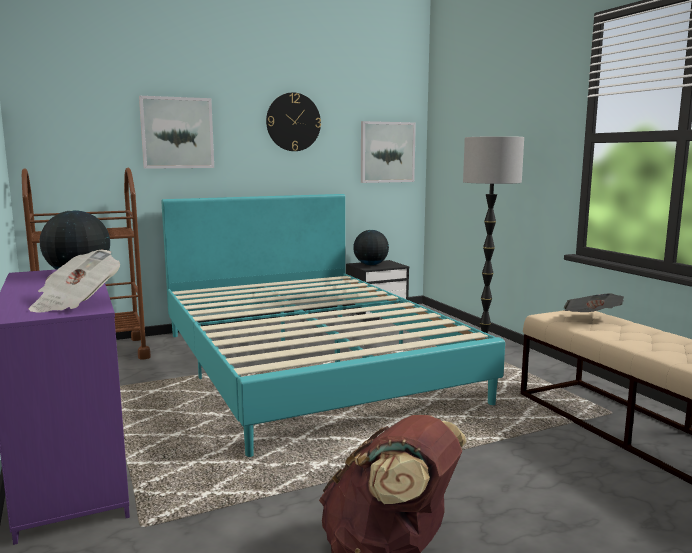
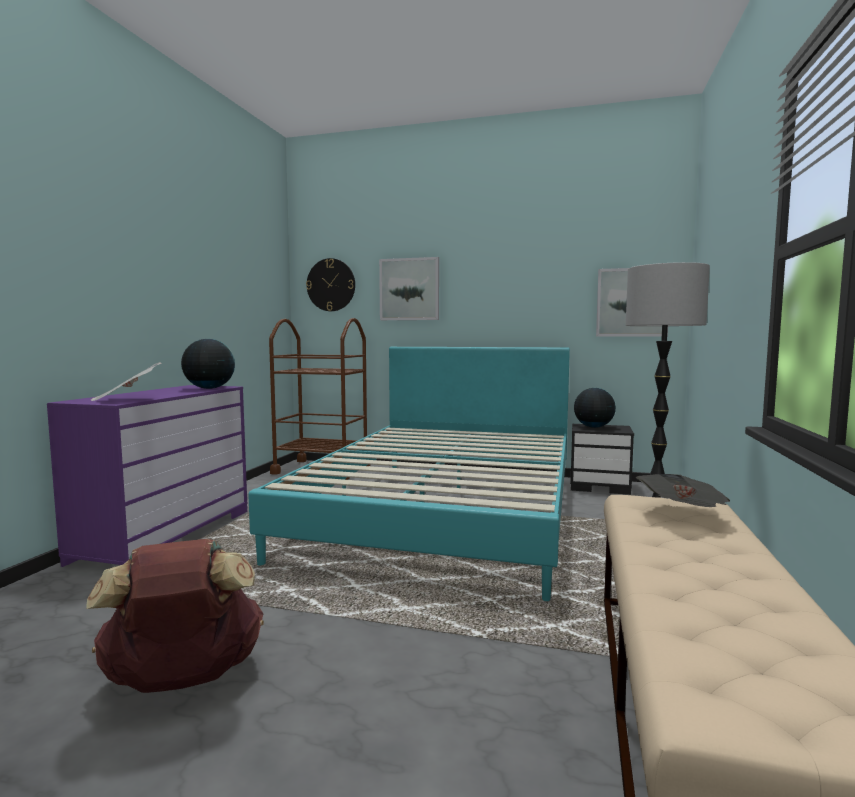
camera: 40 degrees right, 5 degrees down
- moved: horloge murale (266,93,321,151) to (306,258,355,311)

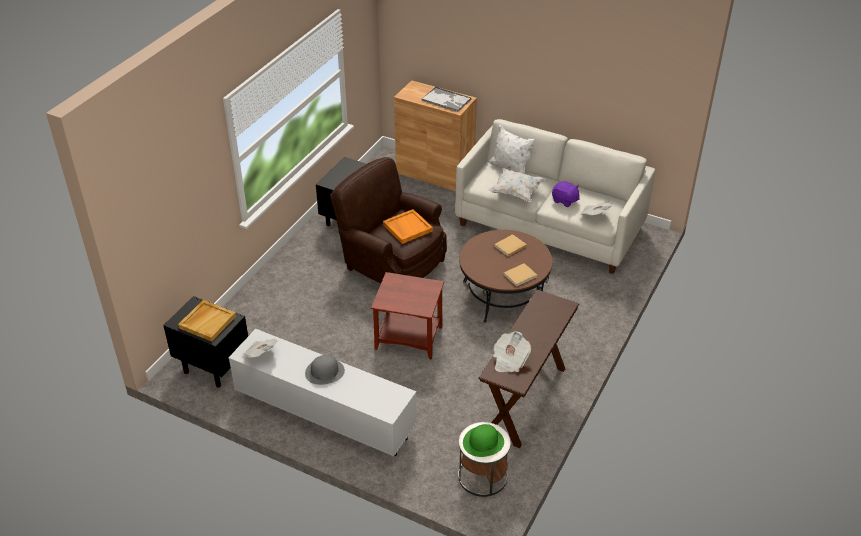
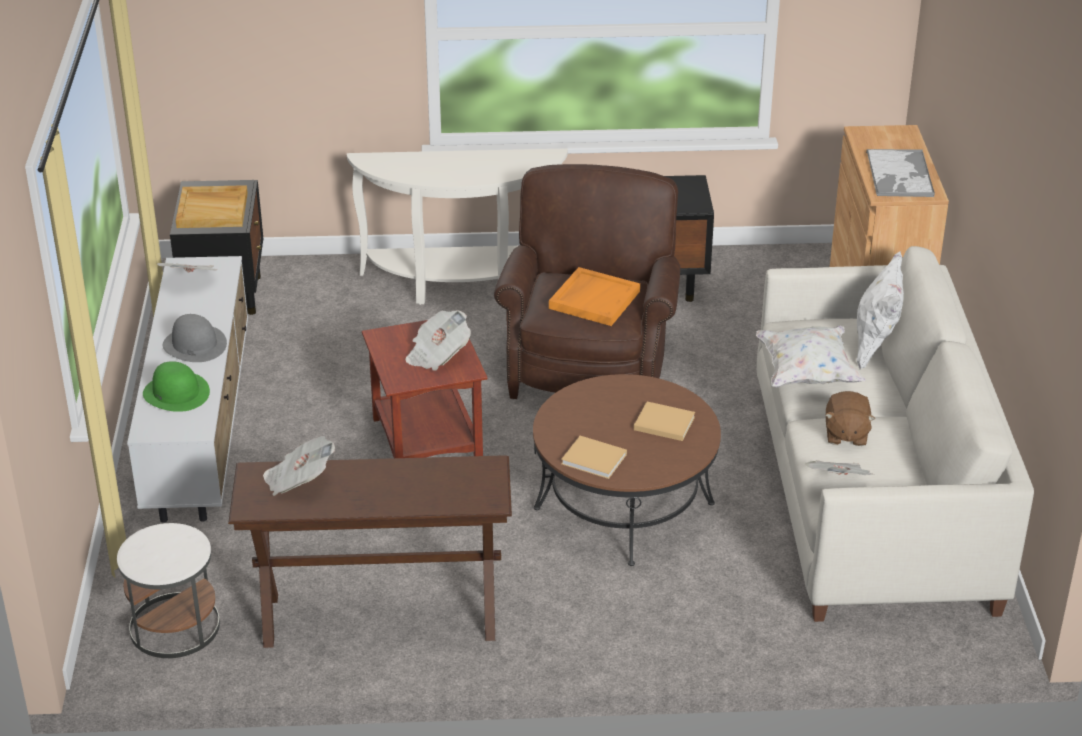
camera: 60 degrees right, 5 degrees down
- moved: chapeau (vert) (463,424,504,457) to (143,361,210,412)
- recoloured: peluche (violet) (552,181,580,207) to peluche (marron) (825,391,875,446)
- added: table console (blanc) (347,148,568,305)
- added: journal (405,310,471,371)

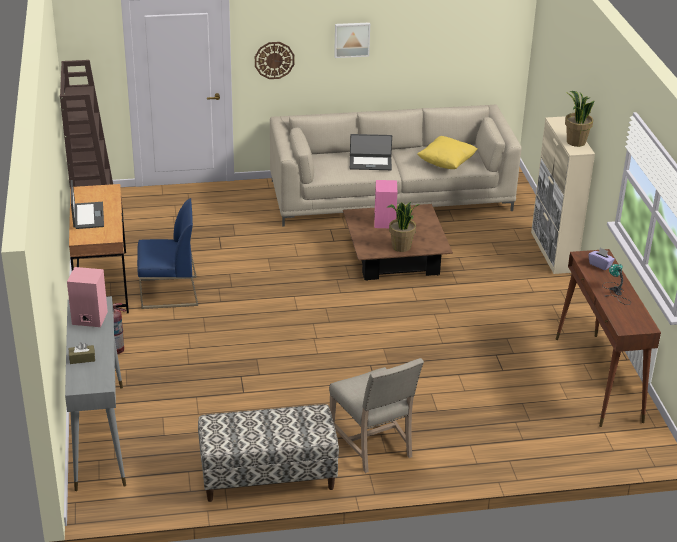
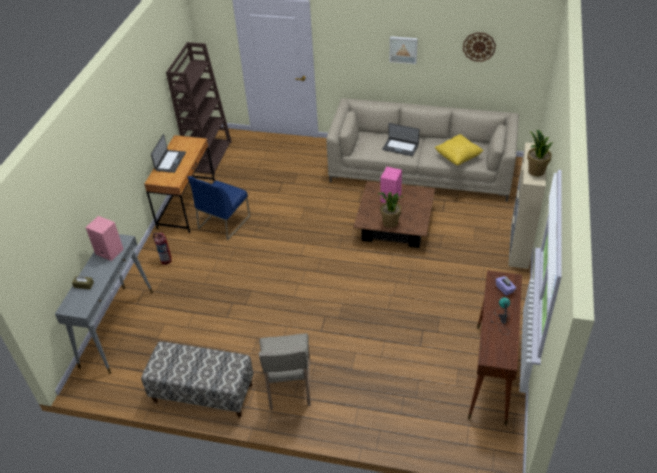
camera: 25 degrees right, 10 degrees up
- turned: chaise (bleu) (137,198,198,309) = (188,176,250,240) 105 degrees clockwise
- moved: horloge murale (255,42,294,79) to (463,32,496,62)

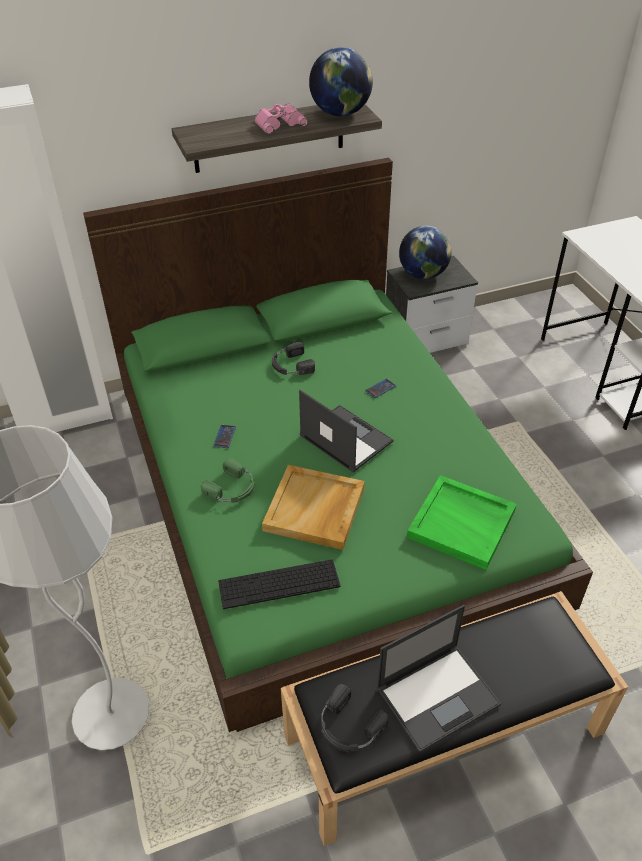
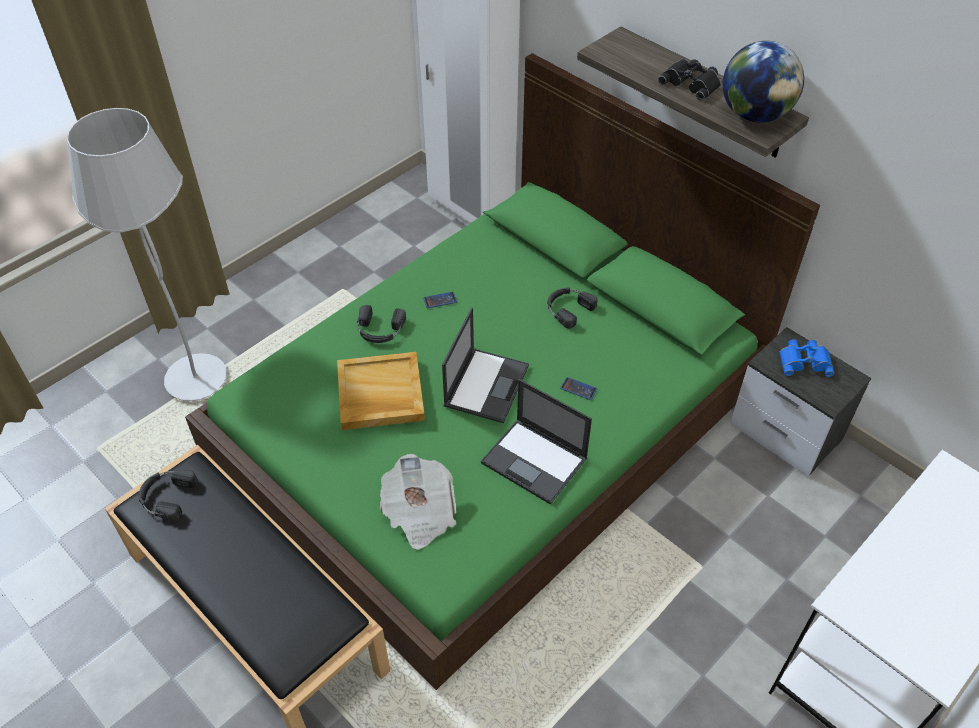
camera: 65 degrees right, 5 degrees up
- recoloured: casque audio (vert) (201,458,255,503) to casque audio (noir) (357,305,406,343)
- removed: clavier (218,559,341,609)
- recoloured: jumelles (rose) (254,104,308,134) to jumelles (noir) (658,59,721,101)
- moved: ordinateur portable (376,605,501,753) to (481,379,592,505)
- replaced: globe (399,226,452,279) to jumelles (bleu) (779,339,834,377)
- replaced: plateau (vert) (407,475,516,570) to journal (380,454,456,550)

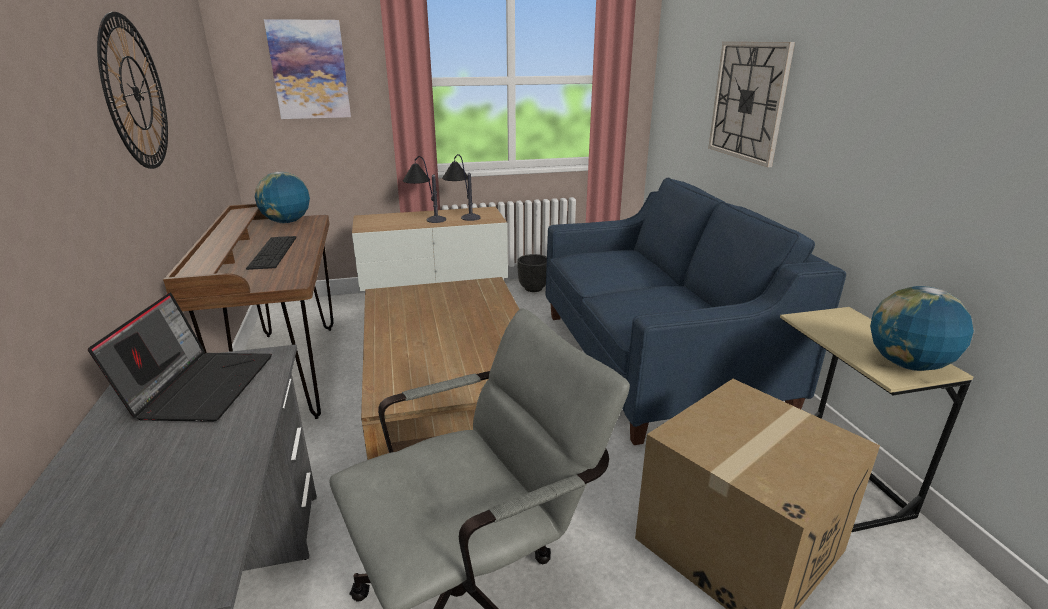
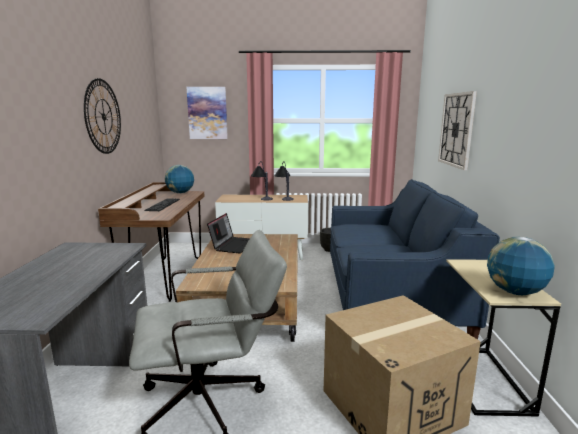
camera: 15 degrees right, 10 degrees down
- moved: ordinateur portable (88,293,272,422) to (207,213,250,254)

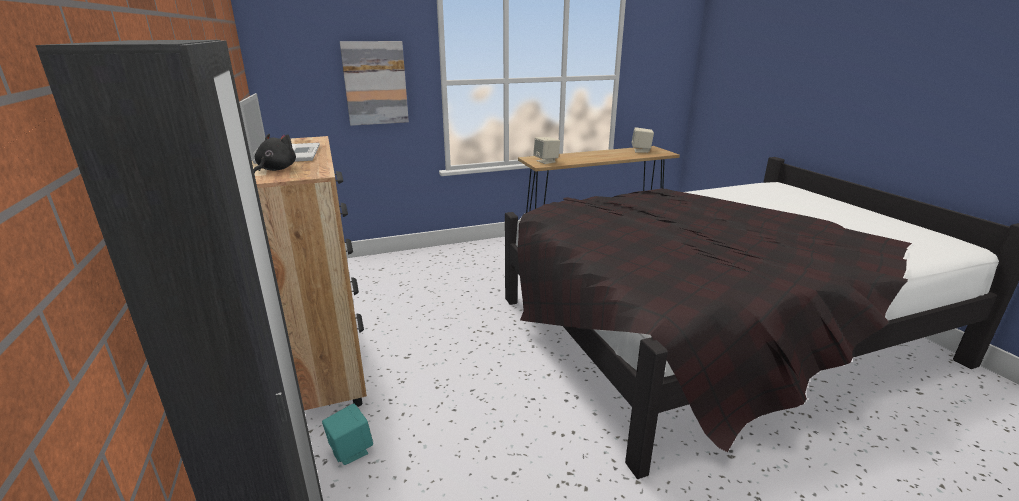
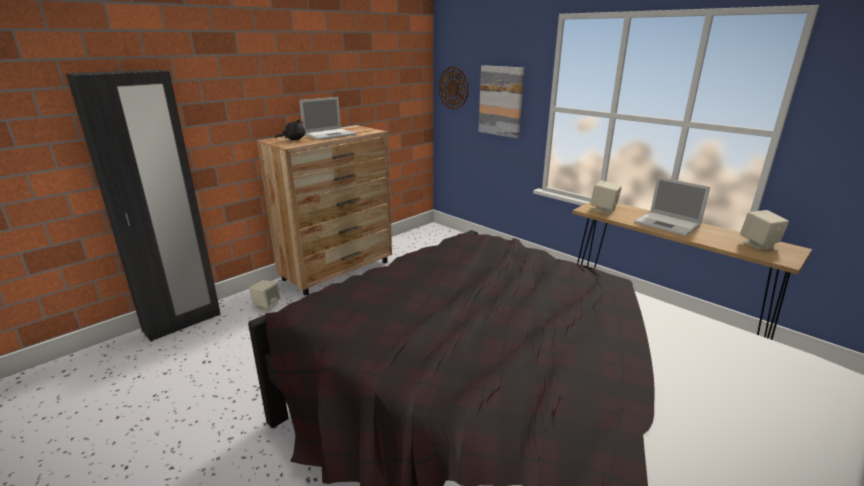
camera: 65 degrees right, 0 degrees up
- recoloured: enceinte (turquoise) (322,404,373,465) to enceinte (beige) (249,280,281,311)
- added: horloge murale (439,67,469,109)
- added: ordinateur portable (634,177,710,236)

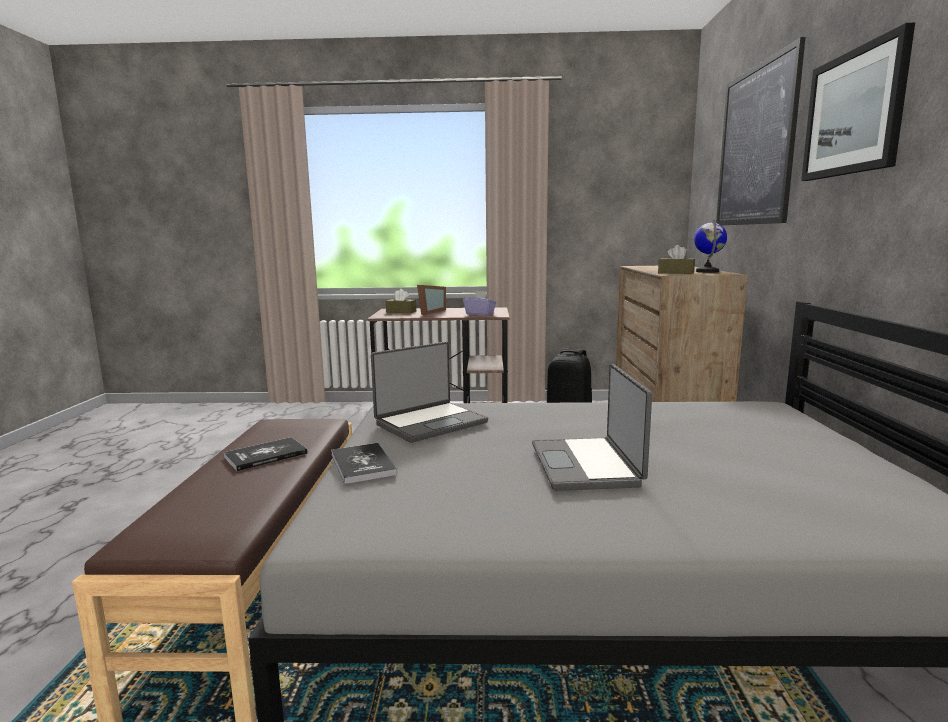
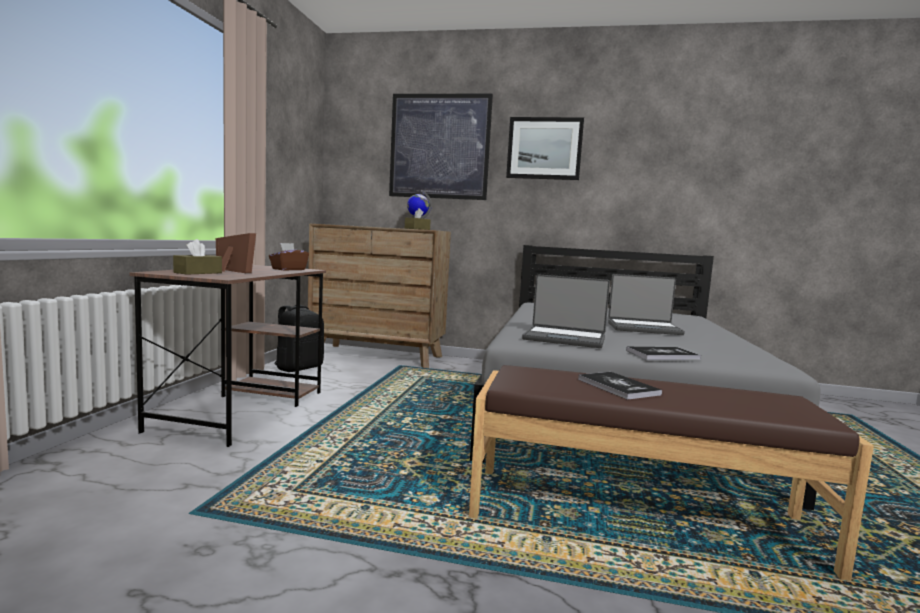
camera: 80 degrees left, 5 degrees down
- turned: ordinateur portable (371,342,488,443) = (522,274,610,348) 135 degrees clockwise
- recoloured: boîte à mouchoirs (violet) (463,291,496,315) to boîte à mouchoirs (marron) (269,243,309,271)

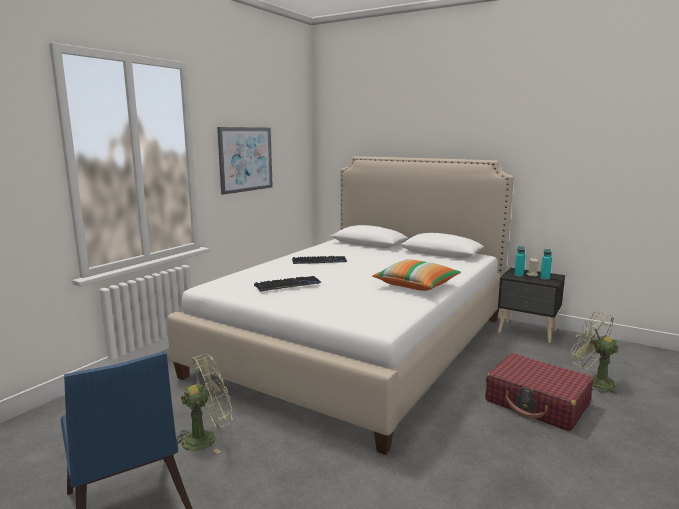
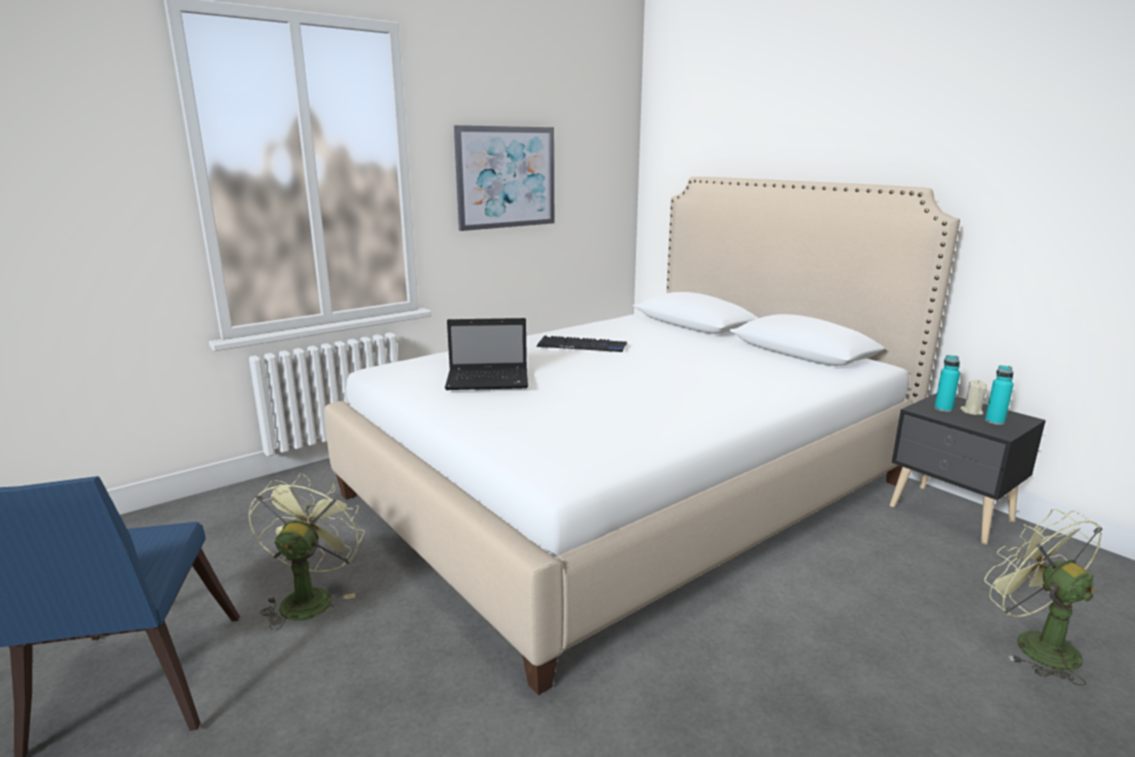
camera: 20 degrees right, 5 degrees up
- turned: ventilateur (vert) (176,354,233,454) = (248,473,365,630) 75 degrees counterclockwise
- replaced: clavier (254,276,321,292) to ordinateur portable (445,318,528,390)
- removed: coussin (372,259,461,291)
- removed: valise (rouge) (485,353,594,431)

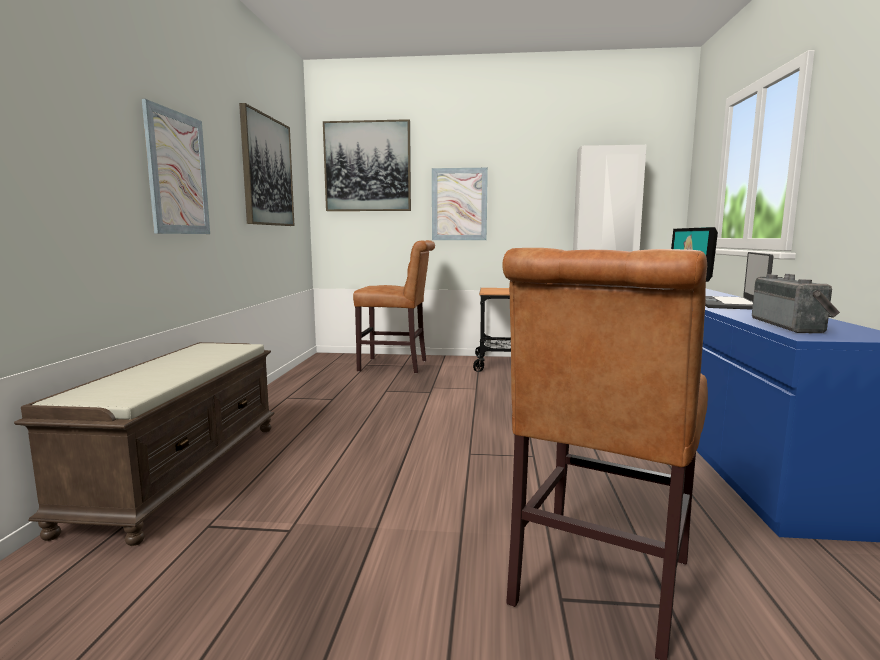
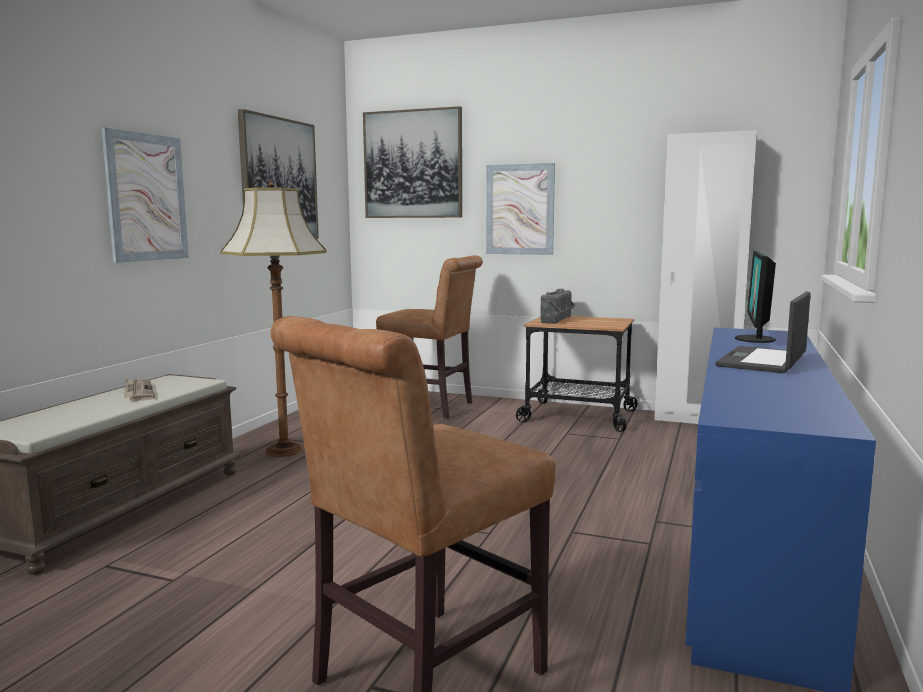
camera: 15 degrees right, 0 degrees up
- moved: radio (752,274,840,333) to (540,289,576,324)
- added: journal (124,379,155,401)
- added: lampadaire (220,179,327,457)

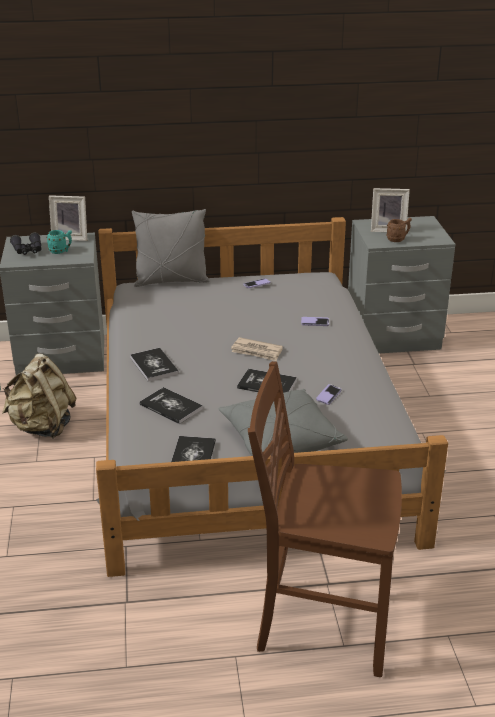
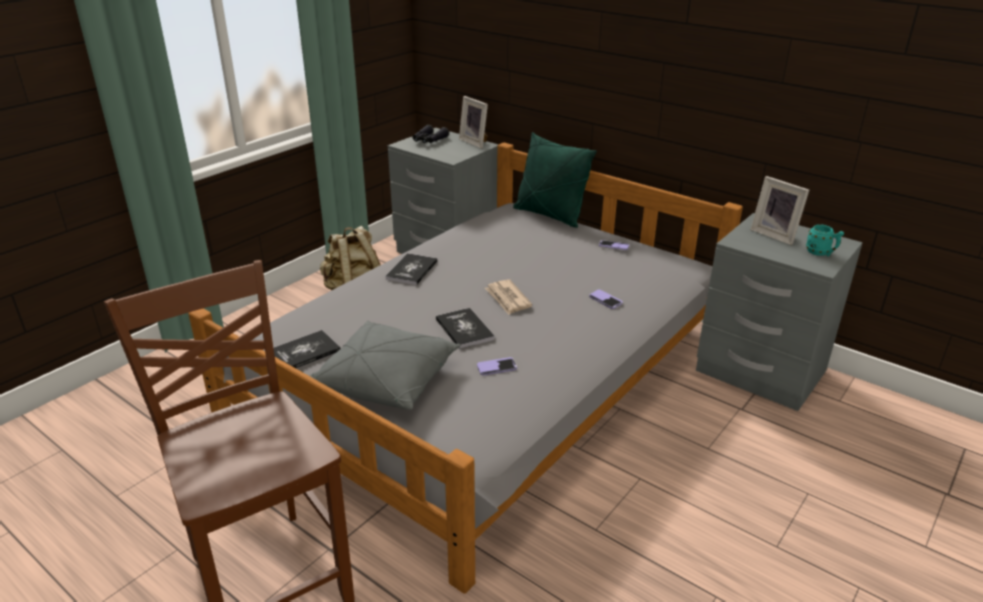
camera: 45 degrees right, 0 degrees up
- moved: mug (turquoise) (46,230,72,254) to (806,224,844,256)
- recoloured: coussin (gris) (132,209,209,287) to coussin (vert) (513,132,597,228)
- removed: livre (140,387,203,424)
- removed: mug (marron) (386,218,412,242)

